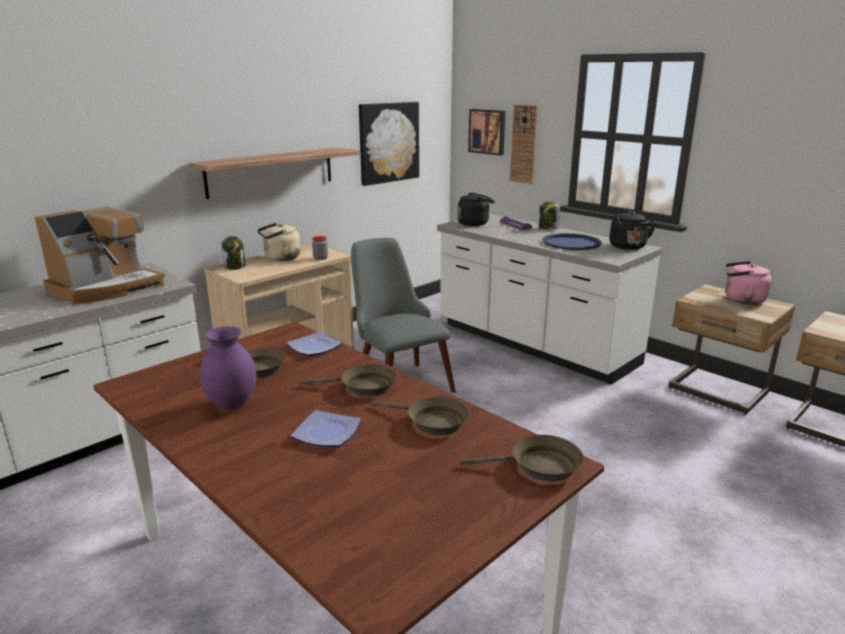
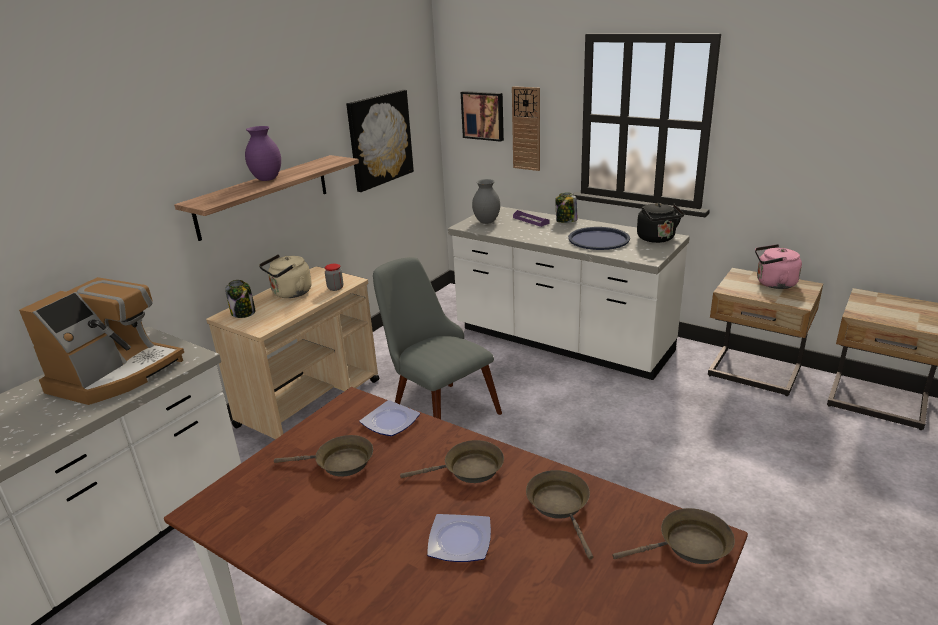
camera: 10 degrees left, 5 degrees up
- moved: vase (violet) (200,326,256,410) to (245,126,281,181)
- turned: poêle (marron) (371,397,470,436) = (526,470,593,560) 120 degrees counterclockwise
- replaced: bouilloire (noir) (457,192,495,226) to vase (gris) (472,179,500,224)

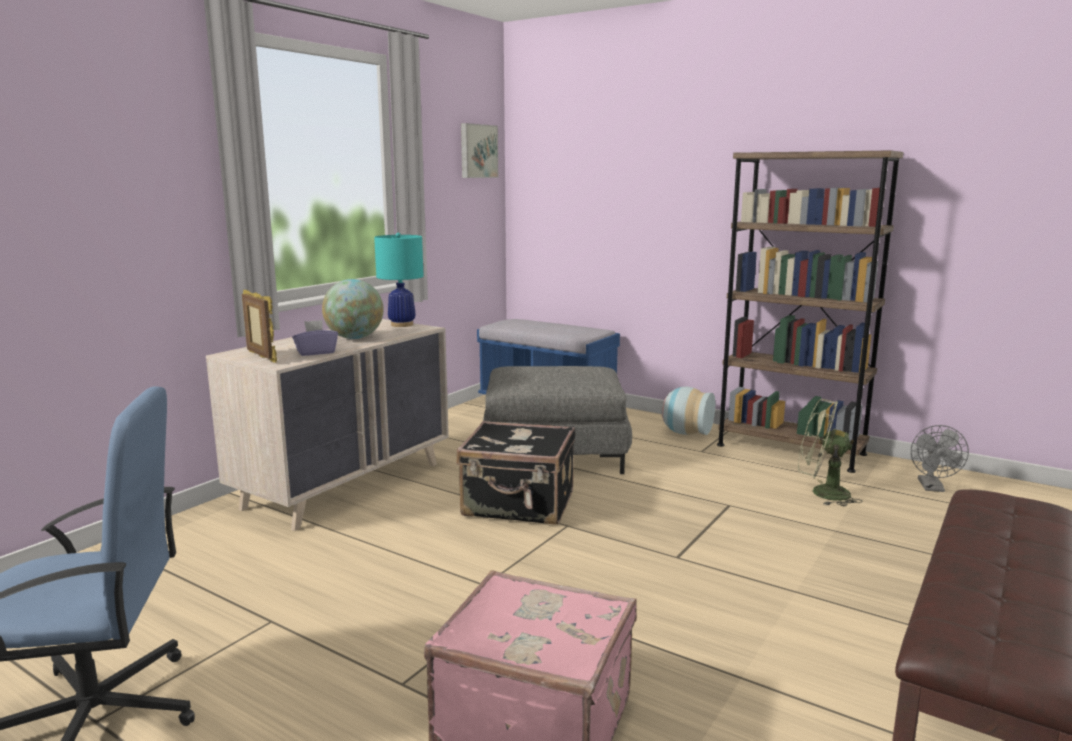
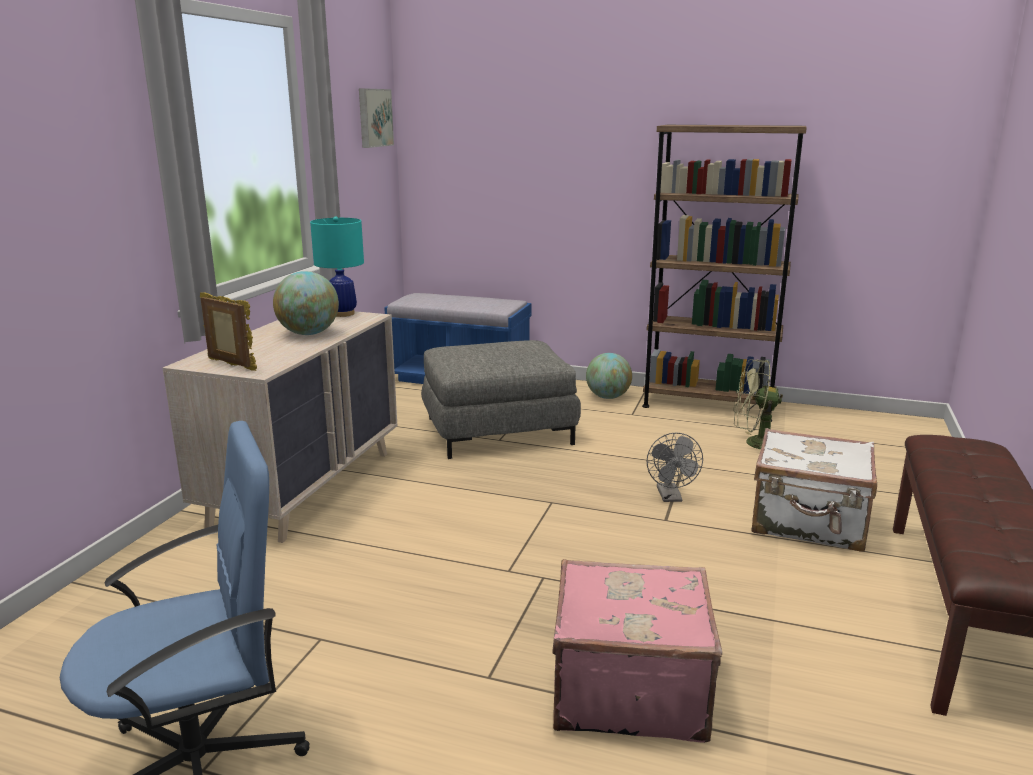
camera: 15 degrees left, 5 degrees up
- removed: boîte à mouchoirs (violet) (292,320,338,356)
- removed: valise (noir) (456,420,575,525)
- replaced: vase (662,387,716,435) to globe (586,353,632,399)
- moved: ventilateur (gris) (911,425,969,492) to (647,432,703,502)
- added: valise (blanc) (751,428,877,552)

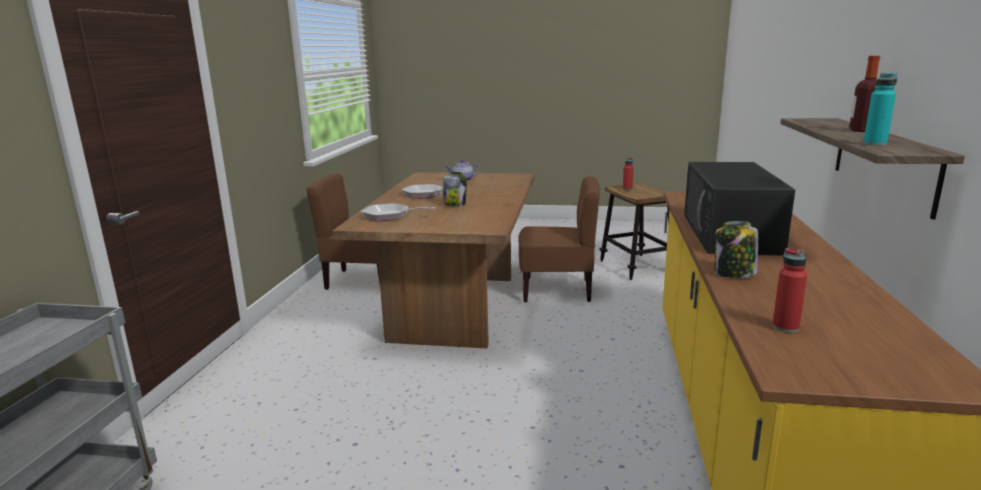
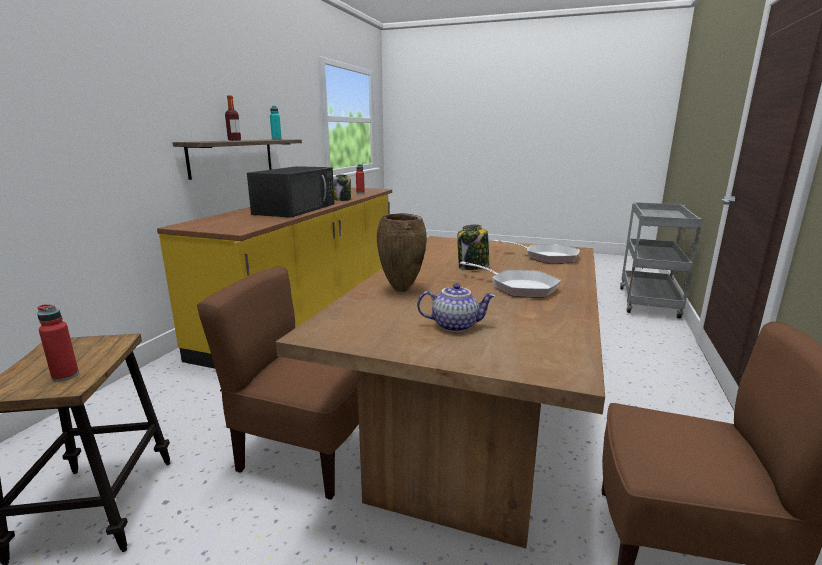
camera: 170 degrees left, 0 degrees up
- added: vase (marron) (377,213,427,292)

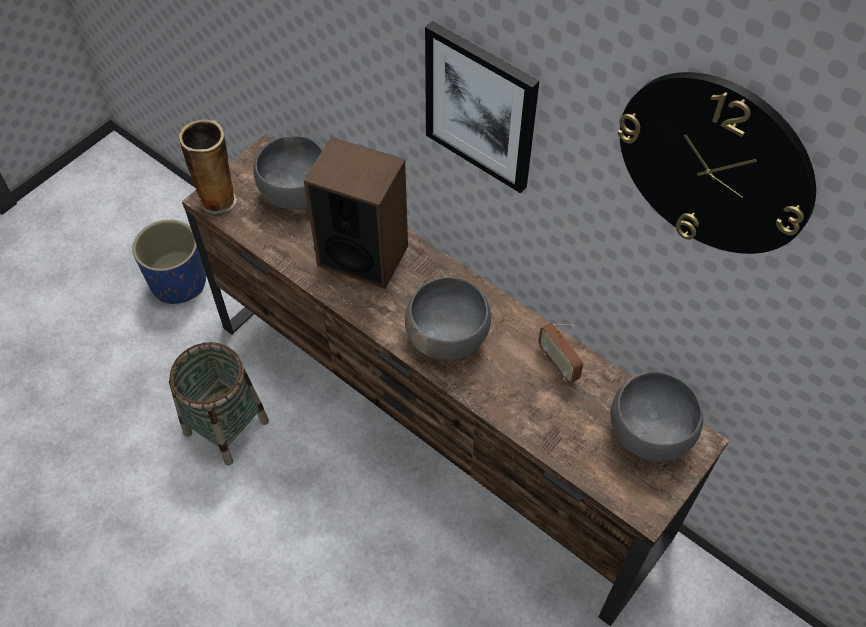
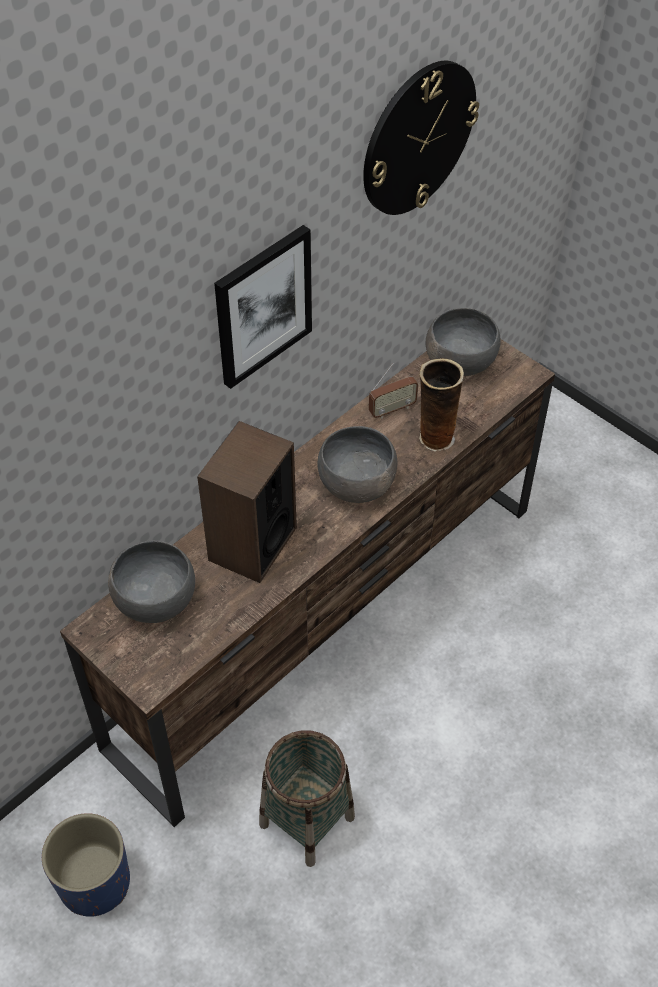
camera: 85 degrees left, 5 degrees down
- moved: vase (179,119,237,214) to (419,358,464,452)

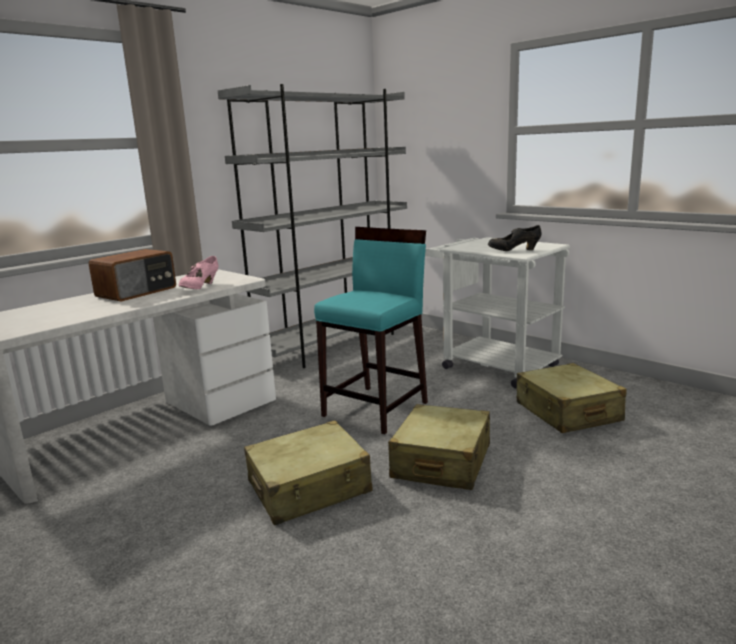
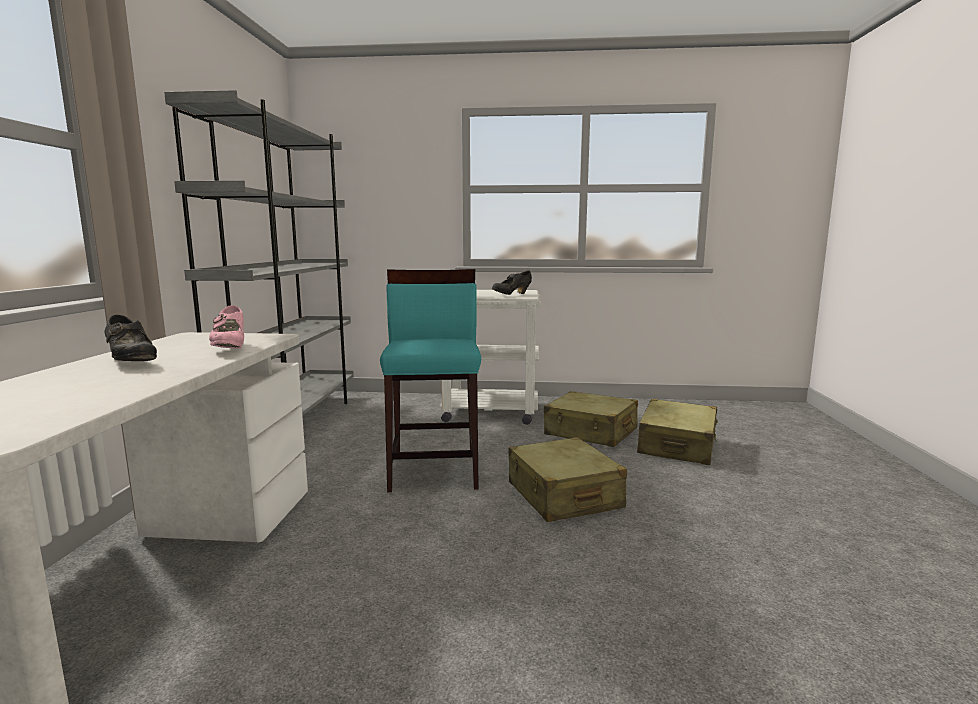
camera: 40 degrees left, 5 degrees down
- replaced: radio (88,249,176,302) to chaussure (noir) (104,315,157,361)
- moved: valise (beige) (244,420,372,525) to (637,399,718,465)

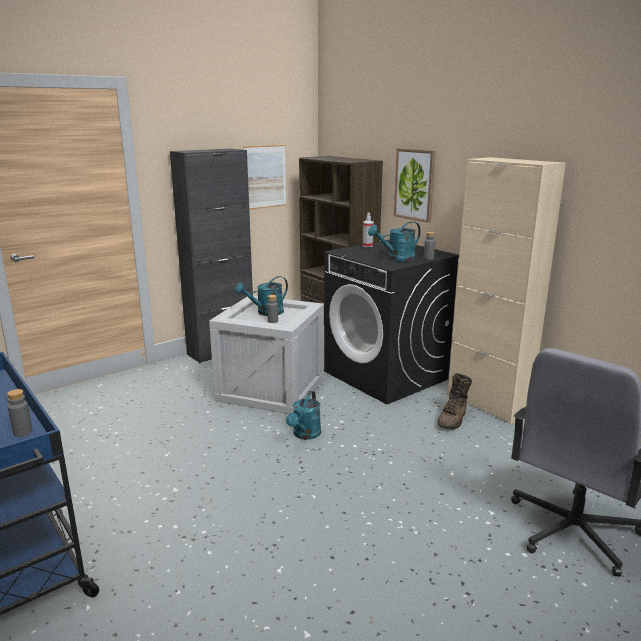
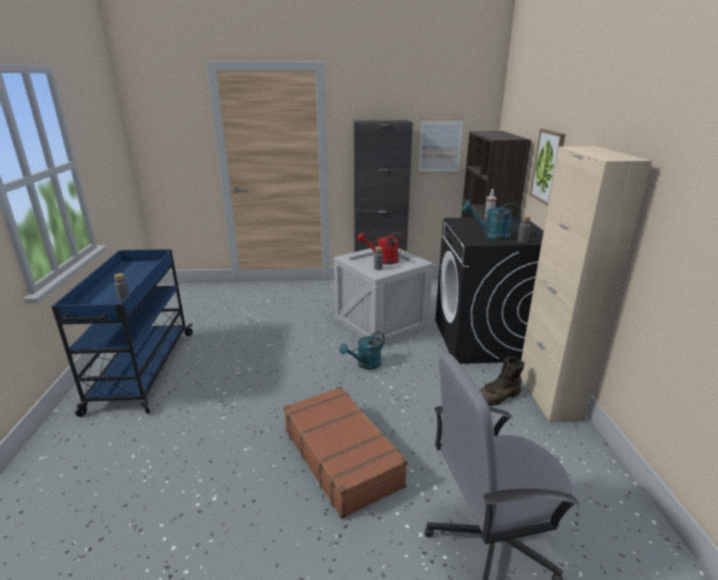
camera: 35 degrees right, 5 degrees up
- recoloured: arrosoir (turquoise) (235,276,288,316) to arrosoir (rouge) (357,232,405,264)
- added: valise (marron) (283,386,408,519)

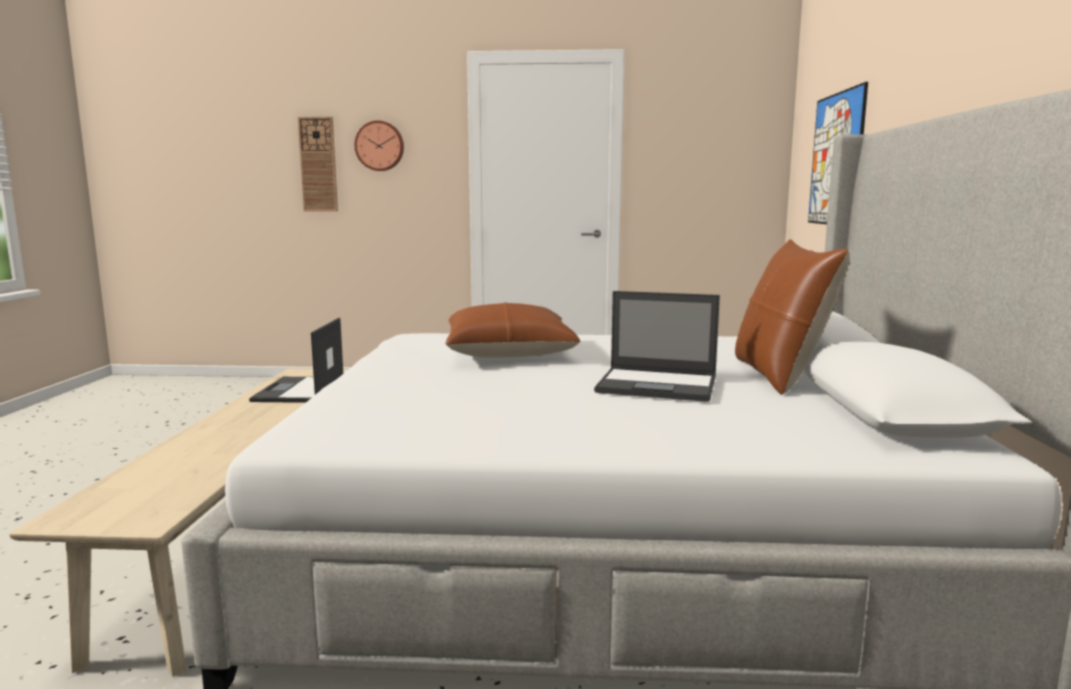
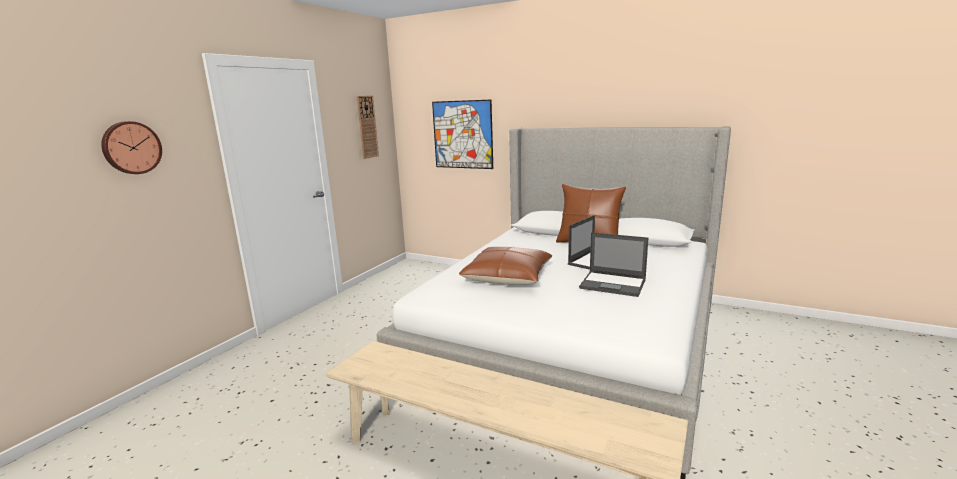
camera: 65 degrees left, 5 degrees up
- moved: ordinateur portable (249,318,343,403) to (579,232,648,297)
- moved: horloge murale (298,117,338,212) to (357,96,379,159)

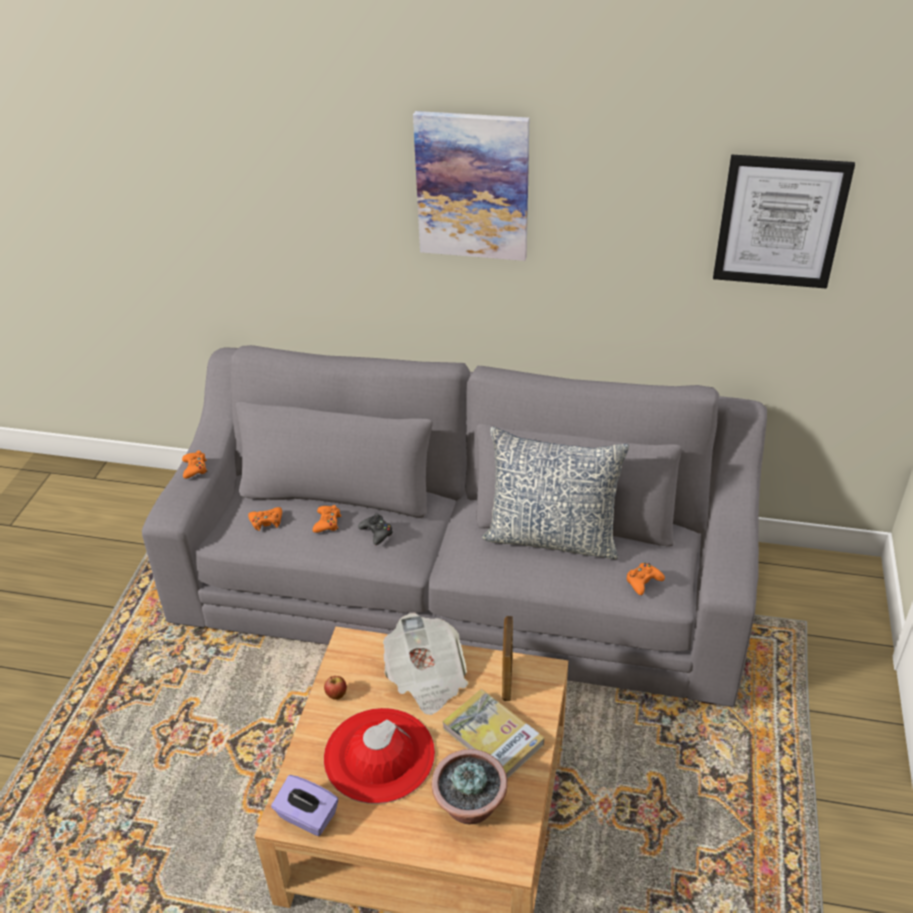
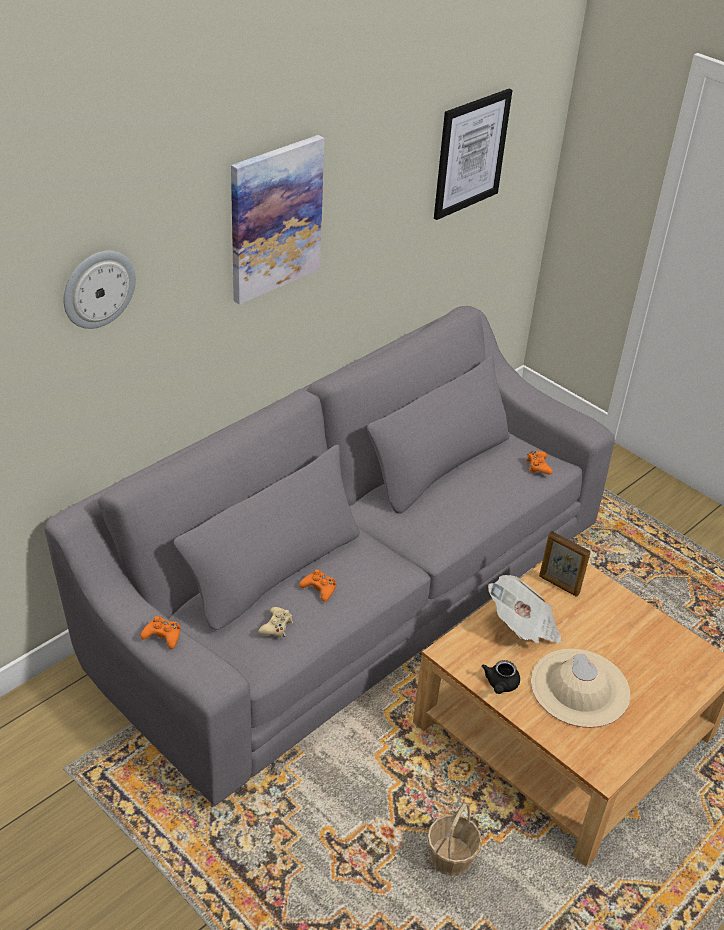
camera: 60 degrees left, 0 degrees up
- recoloured: manette (orange) (248,507,282,531) to manette (beige) (258,607,293,637)
- removed: boîte à mouchoirs (violet) (271,775,338,836)
- replaced: pomme (324,676,347,700) to théière (noir) (482,660,520,694)
- recoloured: chapeau (rouge) (324,708,435,804) to chapeau (beige) (531,649,630,728)
- removed: manette (noir) (358,513,393,545)
- removed: plante en pot (432,749,508,824)
- removed: livre (442,689,544,779)
- removed: coussin (482,427,629,560)
- added: horloge murale (63,251,136,329)
- added: panier (427,802,482,876)

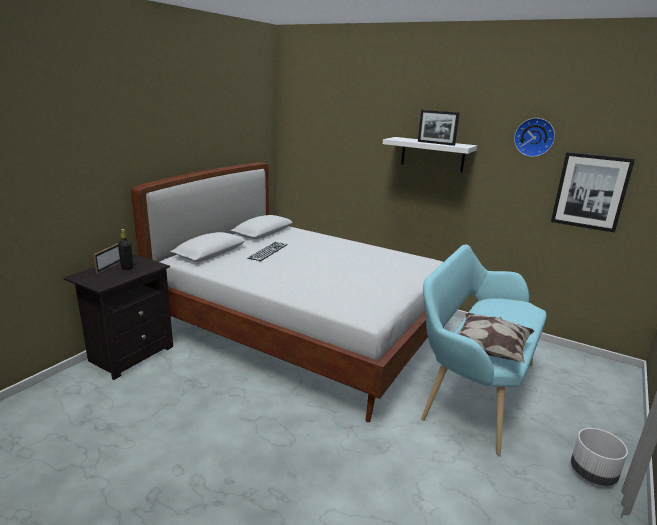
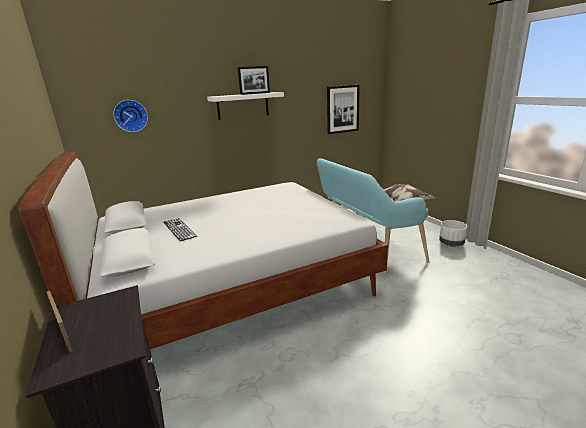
camera: 55 degrees left, 0 degrees up
- removed: bouteille (noir) (118,229,133,270)
- moved: horloge murale (514,118,555,157) to (113,100,148,132)

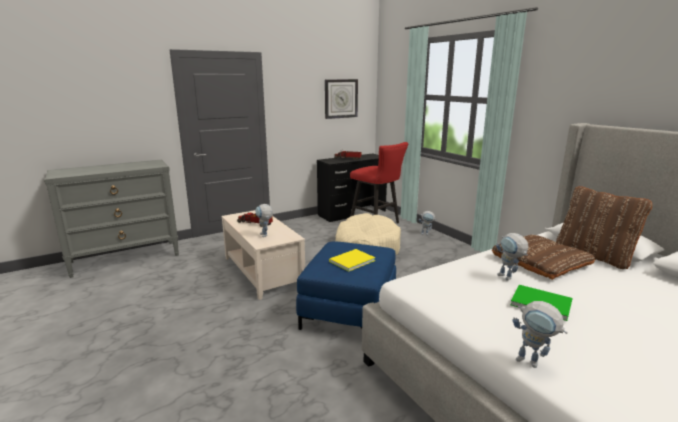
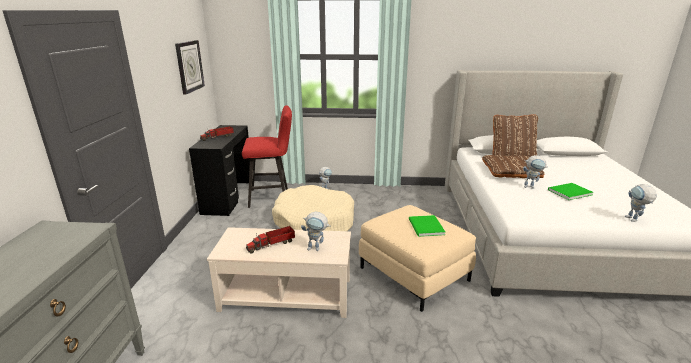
camera: 55 degrees left, 5 degrees up
- recoloured: pouf (bleu) (296,241,396,330) to pouf (beige) (359,205,476,312)
- recoloured: livre (jaune) (329,249,375,272) to livre (vert) (409,215,445,237)
- turned: robot jouet (513,301,568,368) = (625,184,657,222) 105 degrees clockwise

